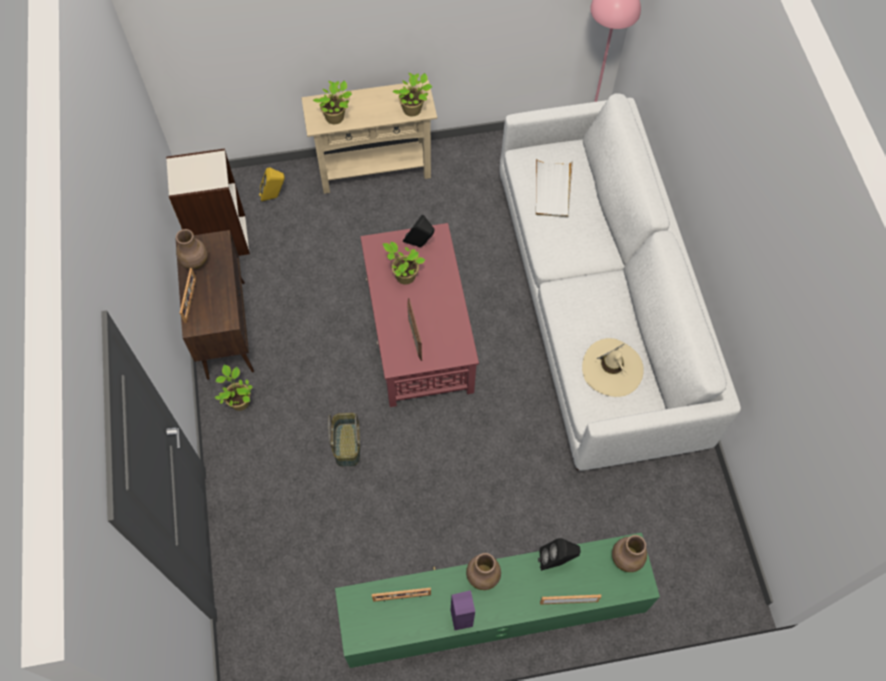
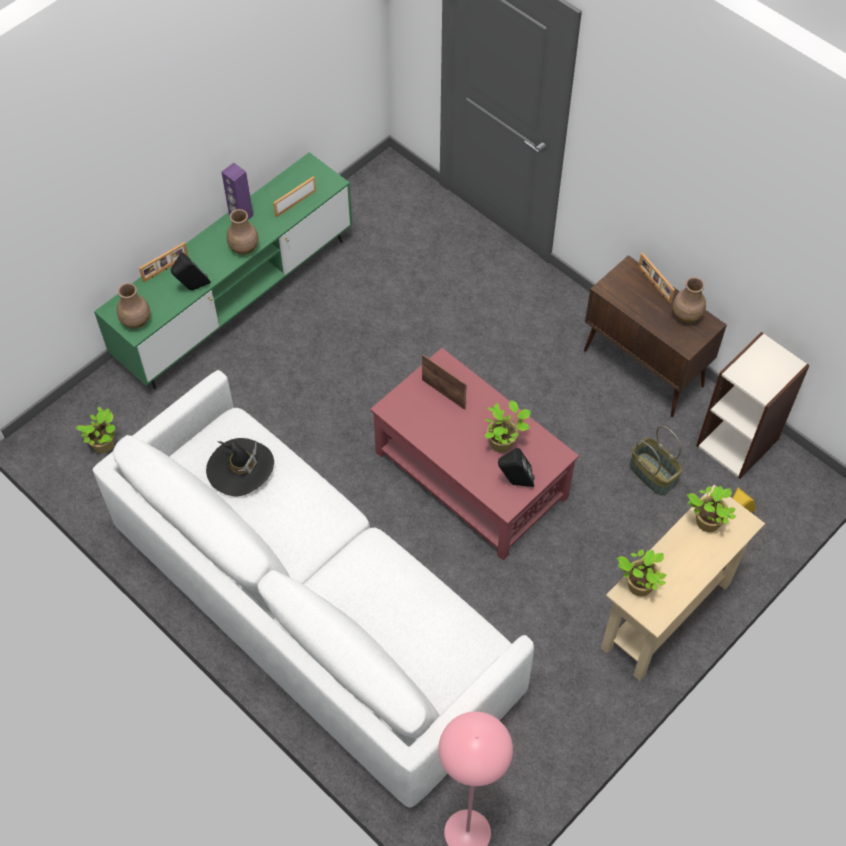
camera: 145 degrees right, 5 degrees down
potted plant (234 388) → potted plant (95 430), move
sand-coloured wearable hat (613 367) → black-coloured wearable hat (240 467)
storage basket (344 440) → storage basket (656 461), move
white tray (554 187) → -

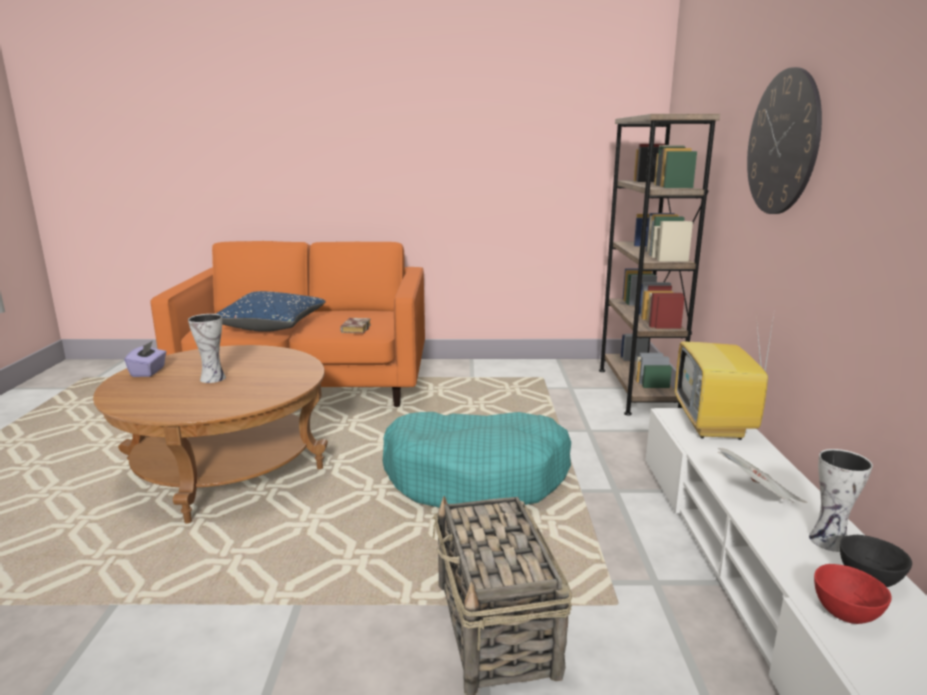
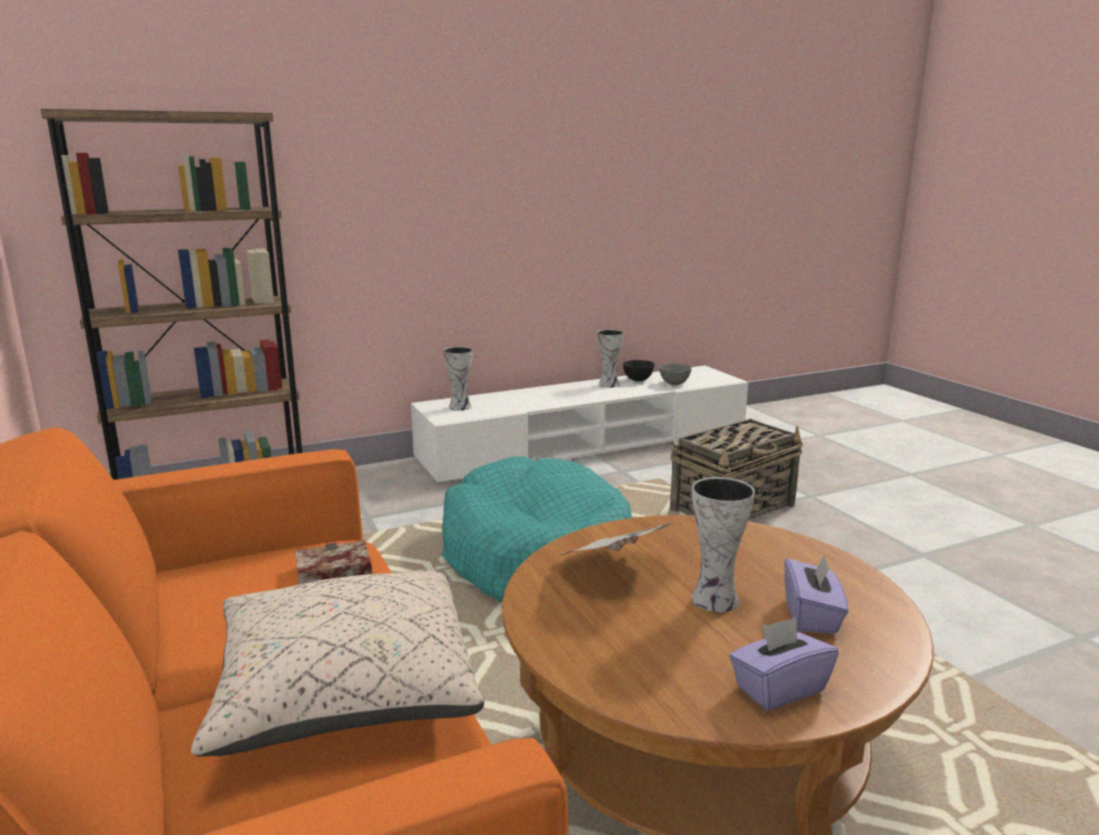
camera: 115 degrees left, 0 degrees up
blue-coloured pillow (270 311) → sand-coloured pillow (337 664)
TV set (724 377) → flower vase (458 379)
daily paper (762 475) → daily paper (617 539), move
red serving bowl (853 594) → grey serving bowl (675 374)
- → purple-coloured tissue holder (816 594)
hanging clock (784 140) → -

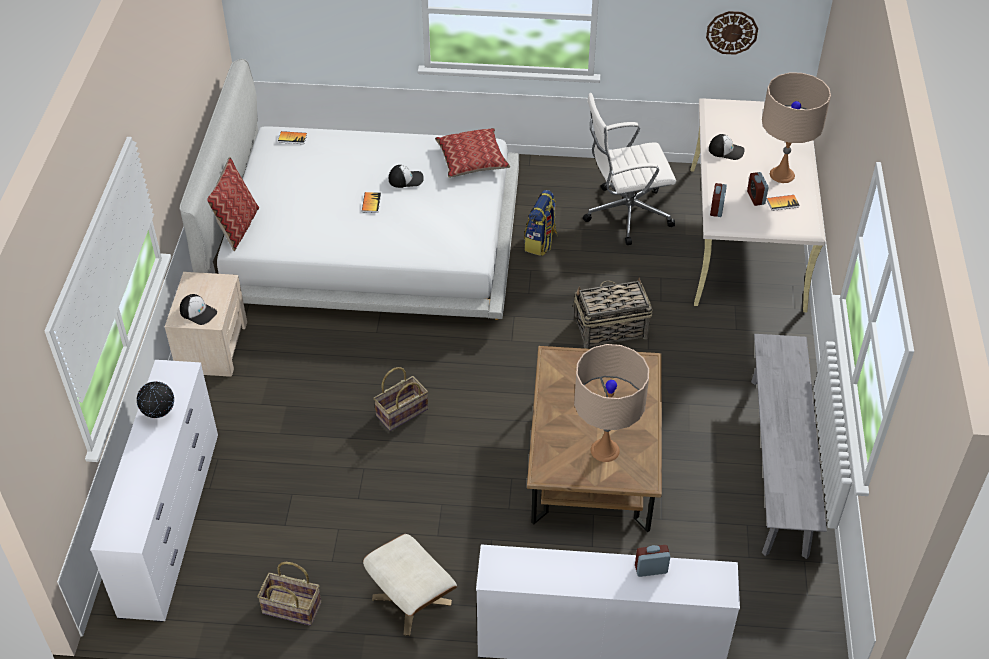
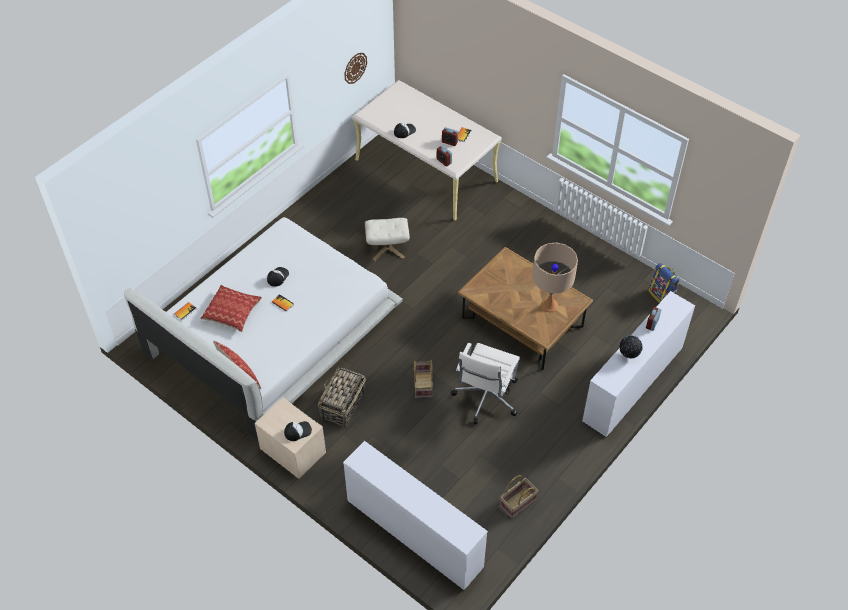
camera: 55 degrees left, 5 degrees up
pillow (472 153) → pillow (231 308), move
storage basket (613 313) → storage basket (342 397), move
sand-coloured pouffe (410 585) → sand-coloured pouffe (387 239), move
white computer chair (629 169) → white computer chair (485 383), move
world globe (155 399) → world globe (631 347), move
backpack (541 223) → backpack (664 283), move
grey long seat (789 446) → -
sand-coloured lamp for a table (796 127) → -

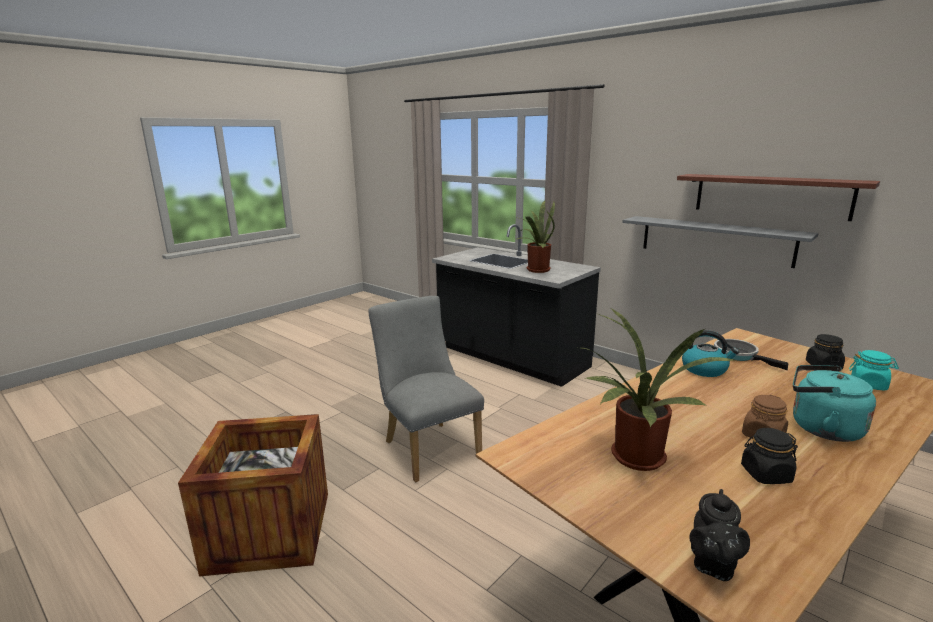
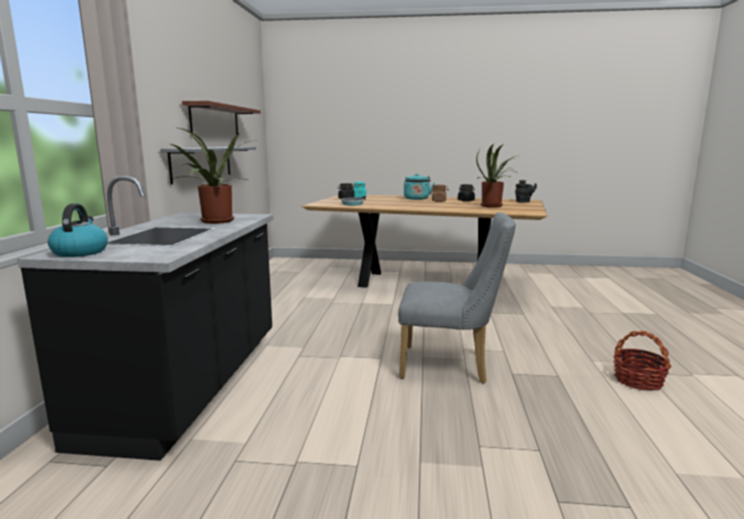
camera: 125 degrees left, 5 degrees down
tea kettle (710 353) → tea kettle (78 230), move
grey upright chair (426 389) → grey upright chair (457 297), 105 degrees counterclockwise
crate (253 495) → storage basket (642 361)

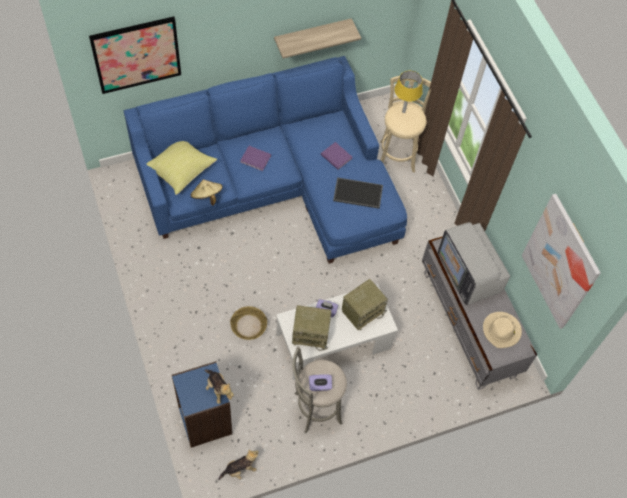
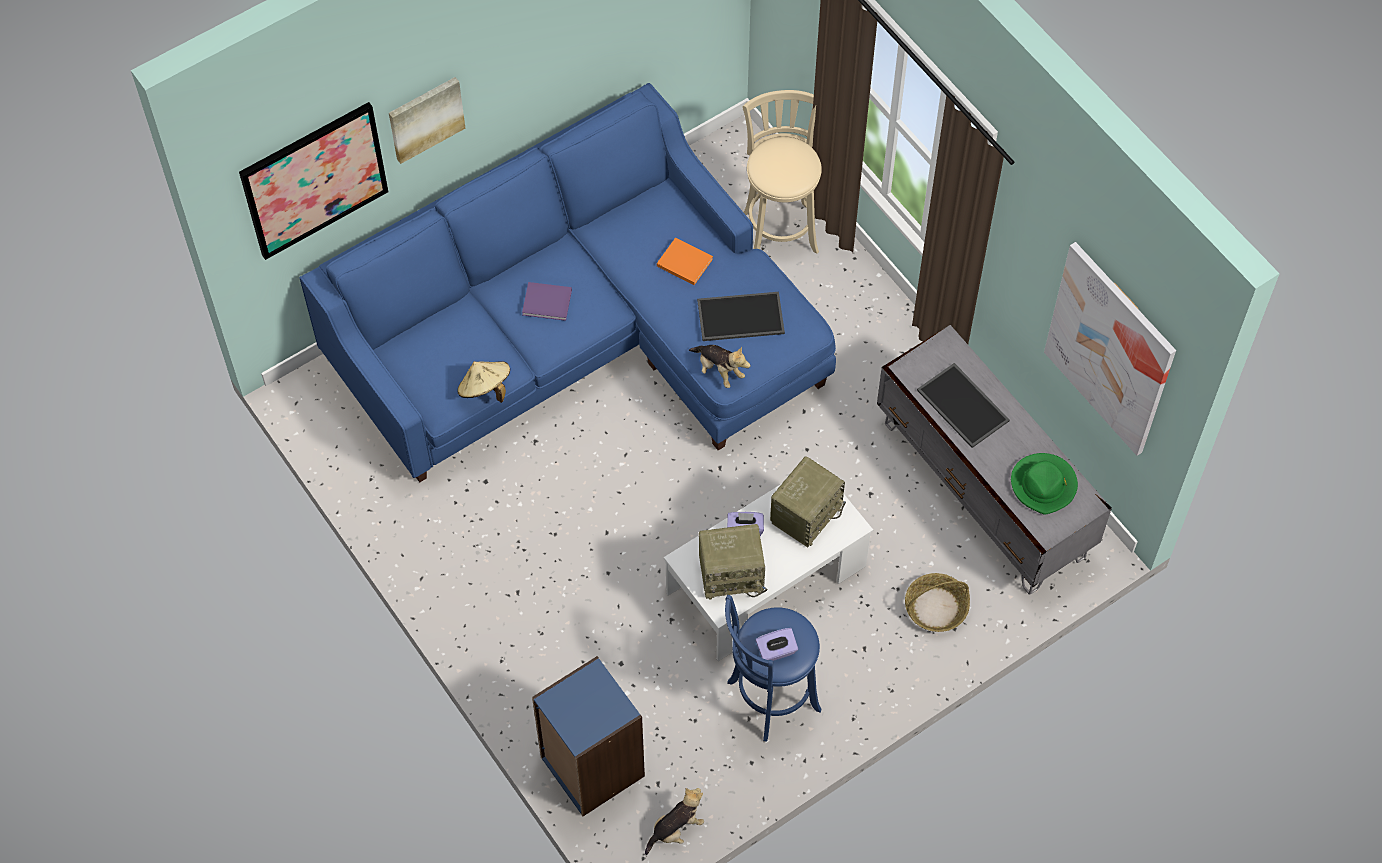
camera: 10 degrees left, 0 degrees up
- → picture (427 120)
purple-coloured volume (336 156) → orange-coloured volume (685 261)
cuddly toy (219 386) → cuddly toy (719 366), move
grey sitting stool (319 390) → blue-coloured sitting stool (773 668)
storage basket (248 323) → storage basket (937 602), move
TV set (474 263) → tray (963 405)
sand-coloured wearable hat (502 330) → greenish wearable hat (1044 484)
yellowish pillow (182 168) → -
shelf (317 38) → -
yellowish lamp for a table (408 92) → -

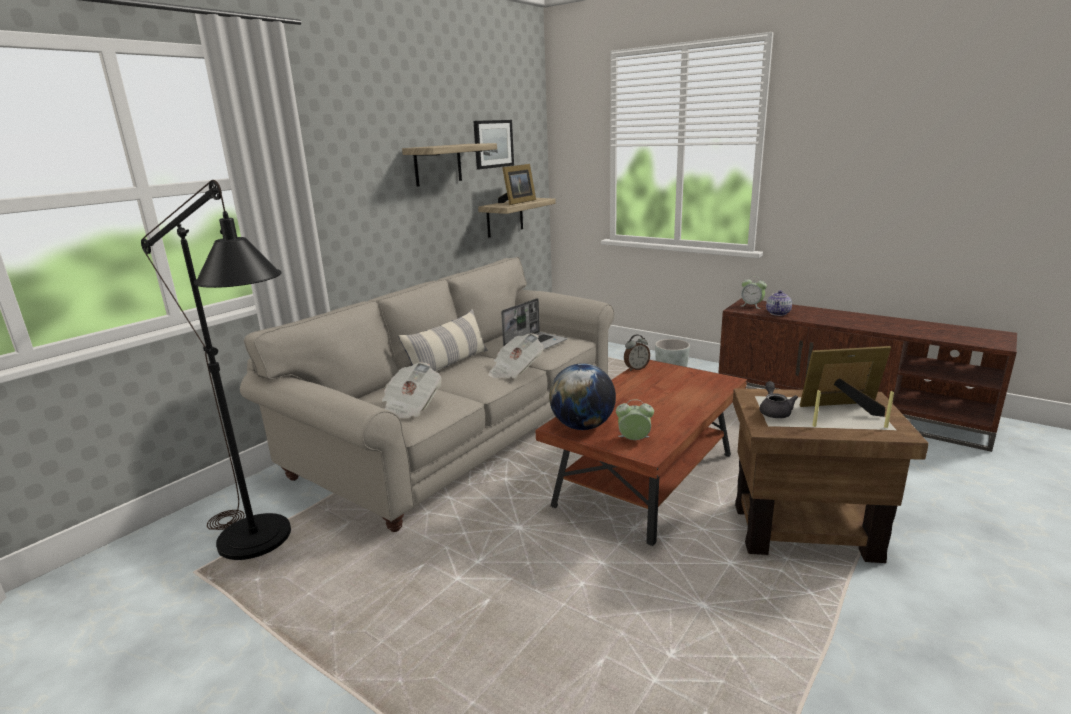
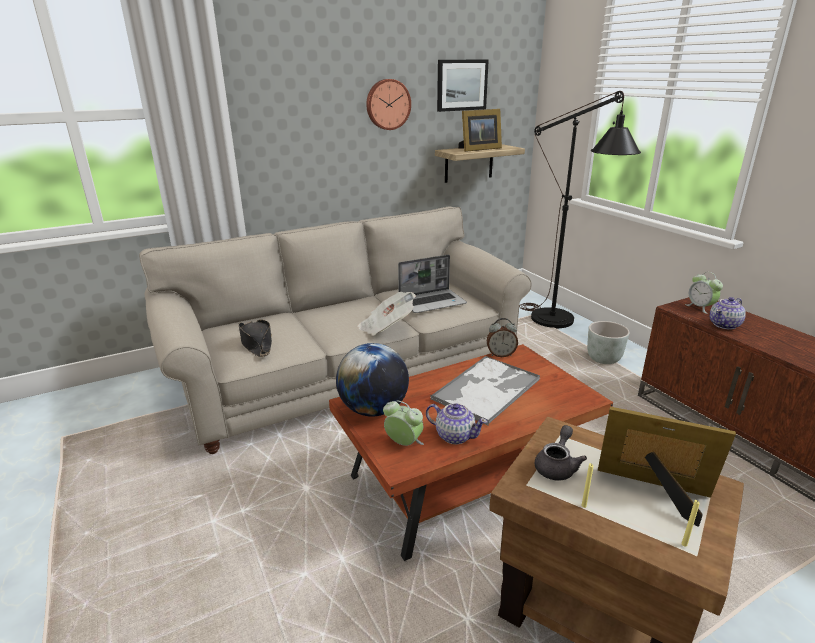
camera: 25 degrees right, 5 degrees up
daily paper (412 390) → black-coloured wearable hat (255 338)
shelf (449 165) → hanging clock (388 104)
- → pot for tea (457 423)
- → tray (485 391)
black-coloured standard lamp (216 370) → black-coloured standard lamp (580 209), move
pillow (443 340) → -

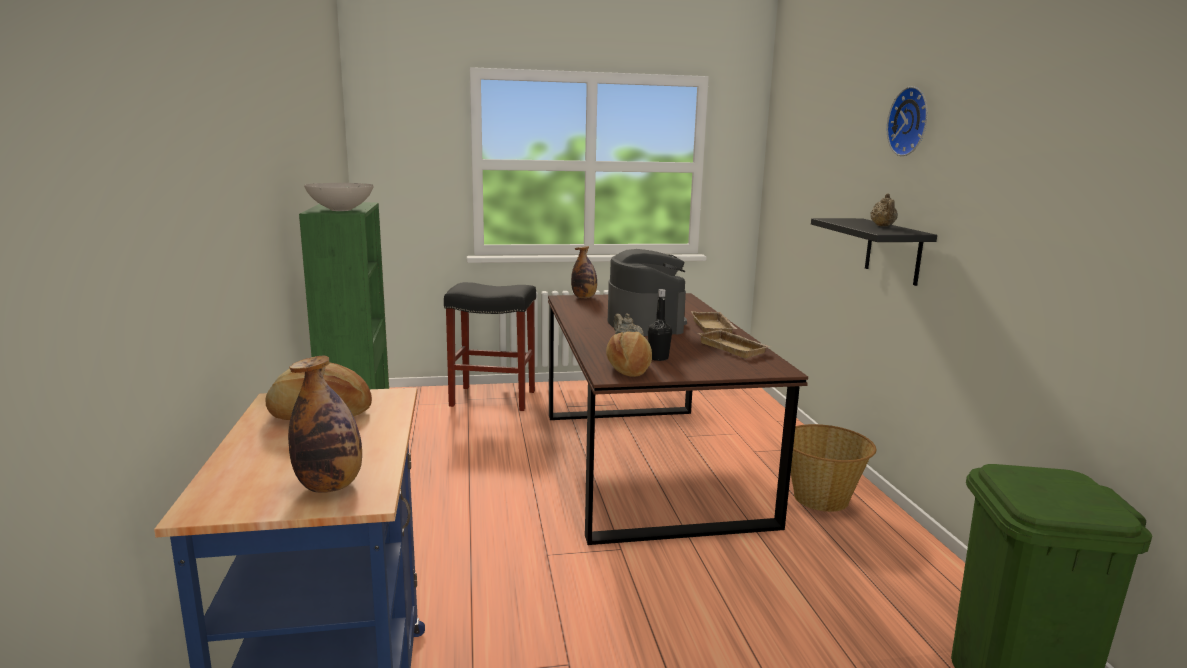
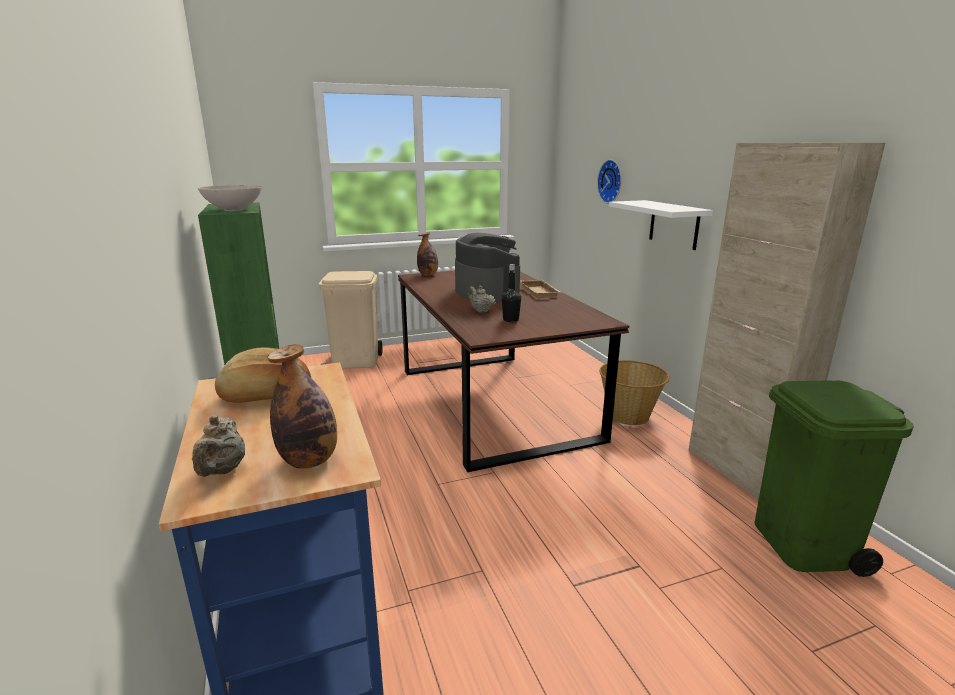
camera: 10 degrees left, 5 degrees up
sand-coloured pot for tea (884 210) → sand-coloured pot for tea (218 446), move
black-coloured sitting stool (490 346) → sand-coloured waste bin (350 320)
hanging clock (907 121) → hanging clock (609 182), move
black-coloured shelf (874 252) → white shelf (661 225)
- → sand-coloured cabinet (786 321)
baked bread (629 354) → -
sand-coloured tray (734 344) → -

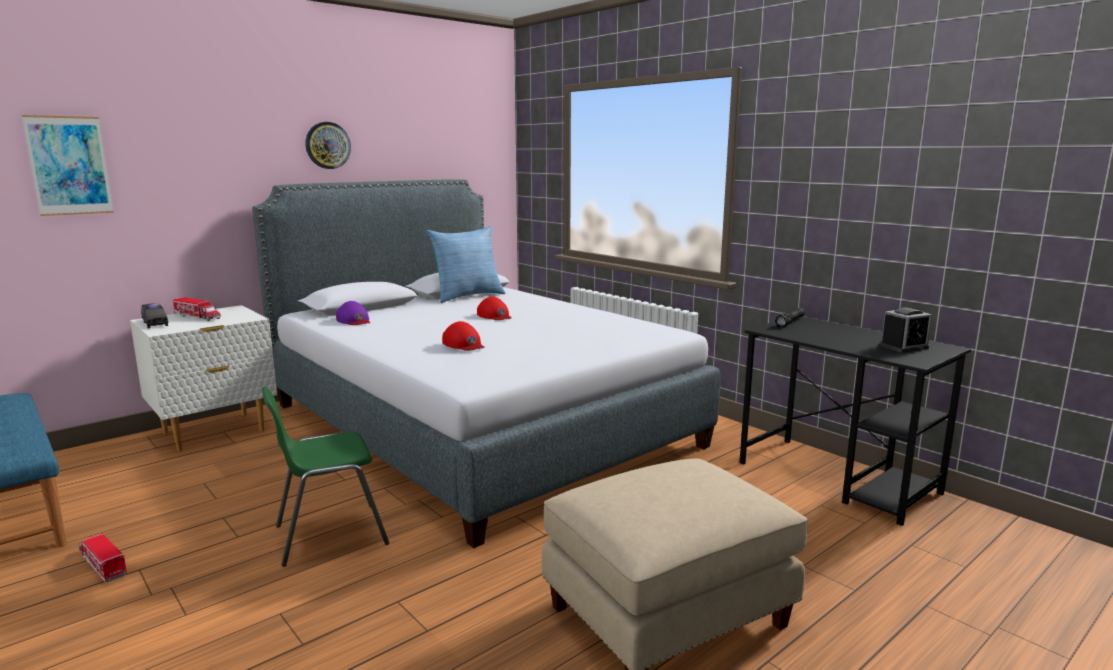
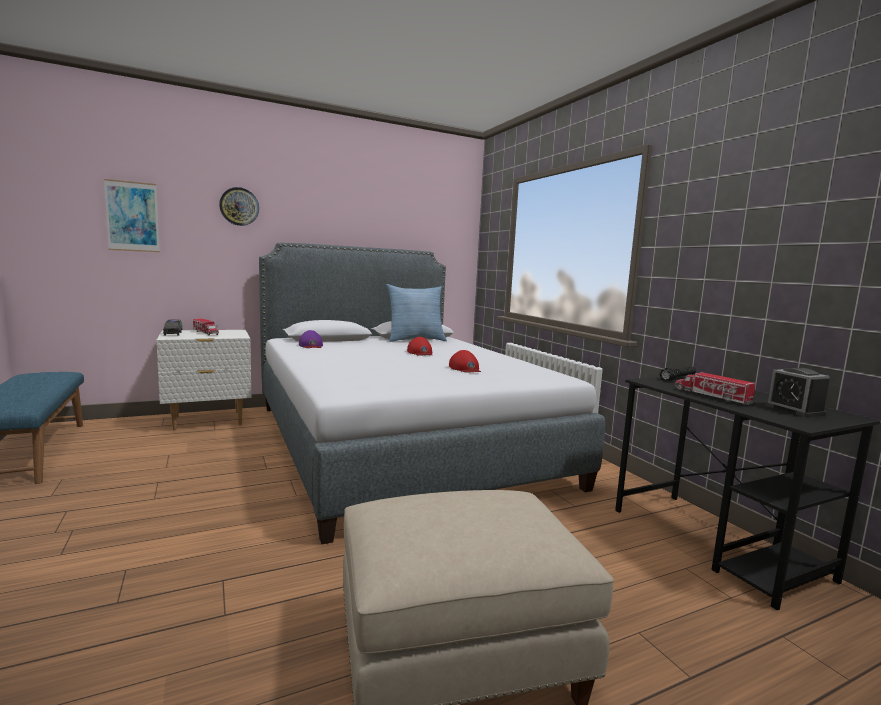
camera: 15 degrees right, 5 degrees down
hanging clock (328 145) → hanging clock (239 206), move
red baseball cap (463 336) → red baseball cap (465 361), move
toy truck (103 557) → toy truck (715 388), move
bedside clock (905 330) → bedside clock (797 392), 75 degrees clockwise
greenish upright chair (325 476) → -

